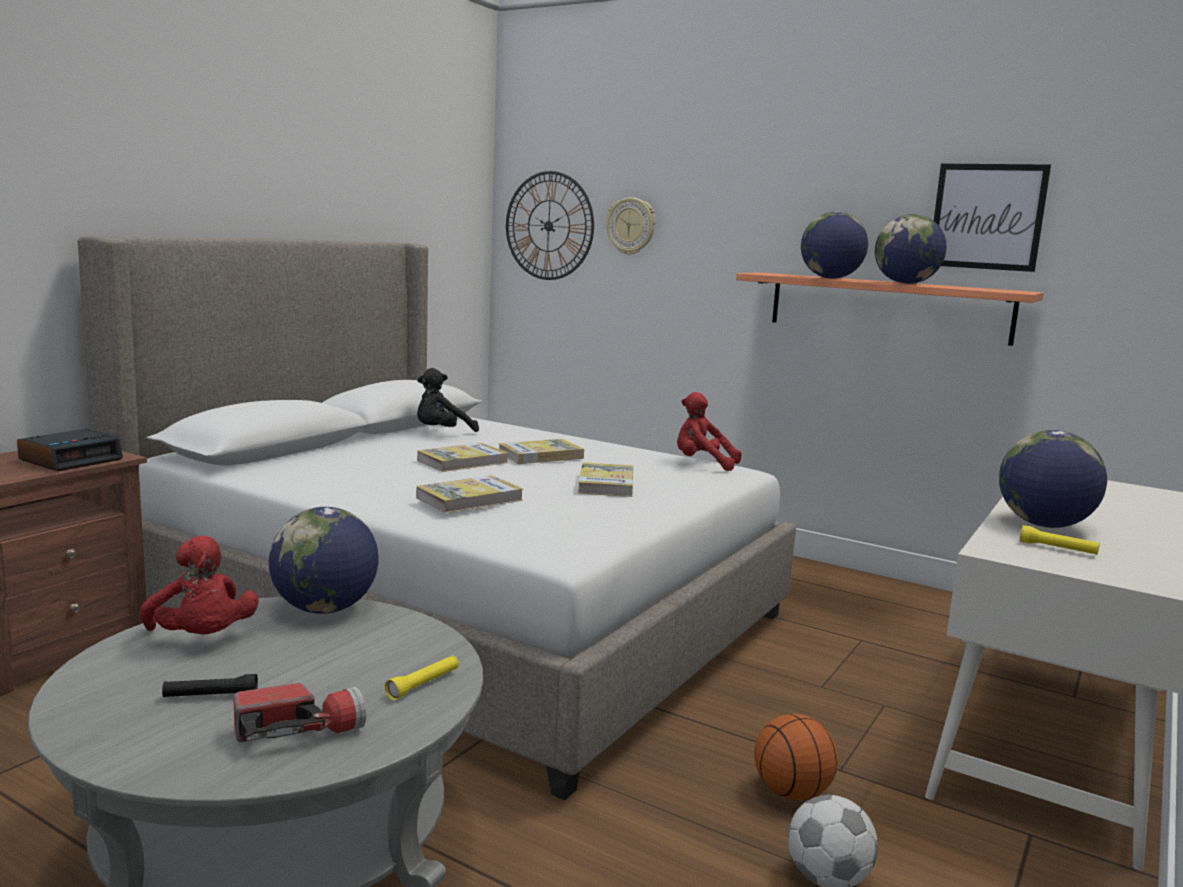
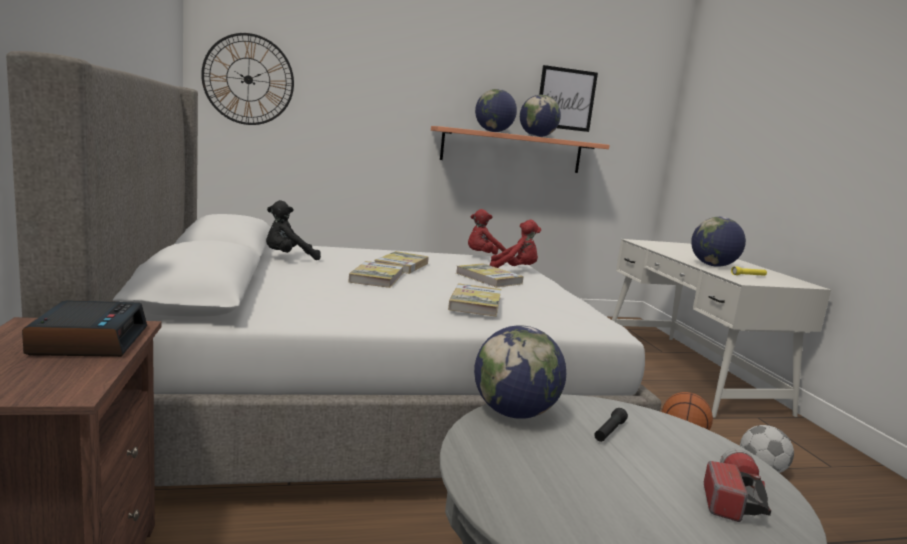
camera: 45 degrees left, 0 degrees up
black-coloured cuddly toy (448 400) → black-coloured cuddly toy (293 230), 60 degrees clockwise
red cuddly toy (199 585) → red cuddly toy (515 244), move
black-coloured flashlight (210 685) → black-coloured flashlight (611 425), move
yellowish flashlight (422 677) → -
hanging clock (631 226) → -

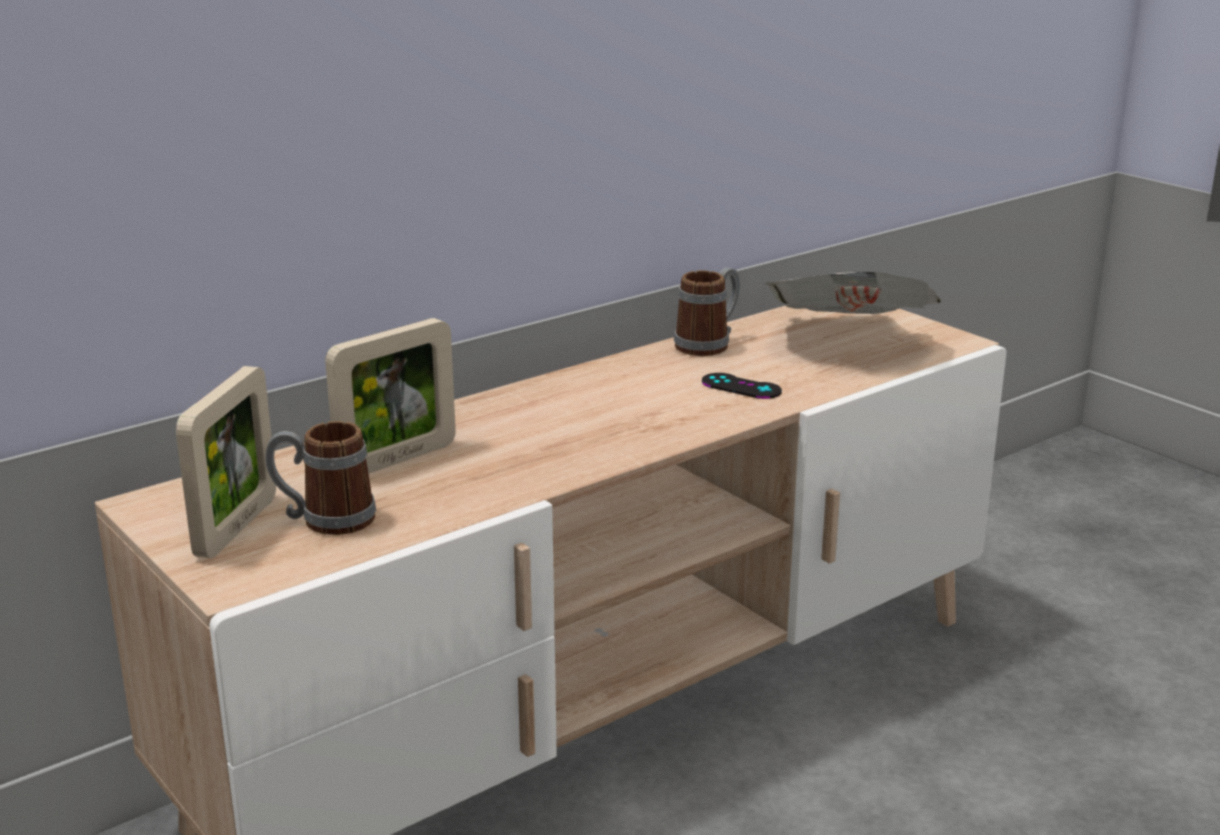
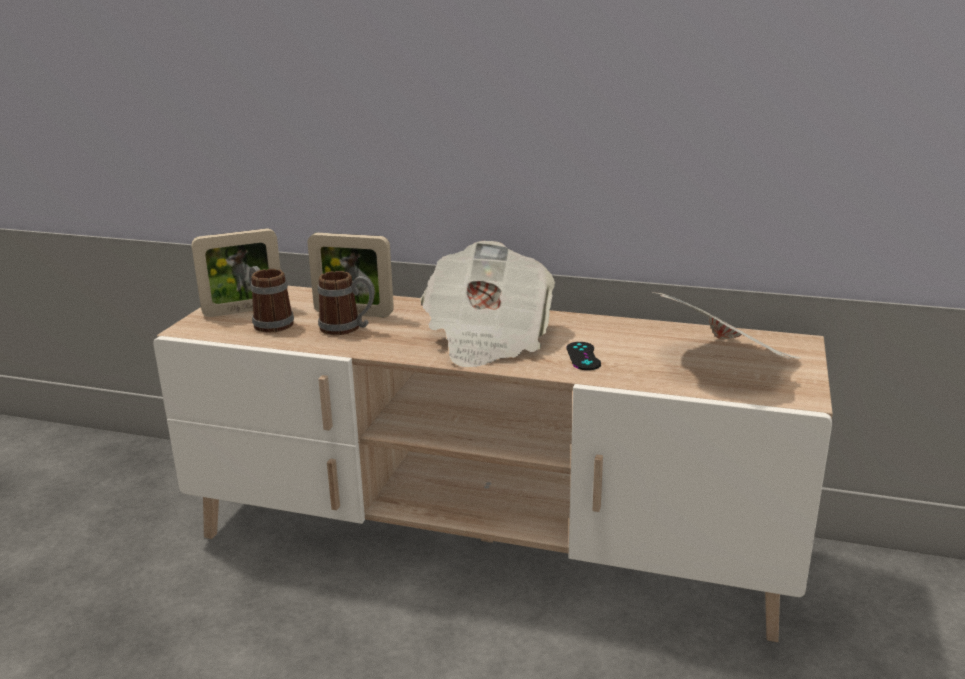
camera: 55 degrees right, 0 degrees up
mug (707 311) → mug (346 303), move
- → daily paper (487 304)

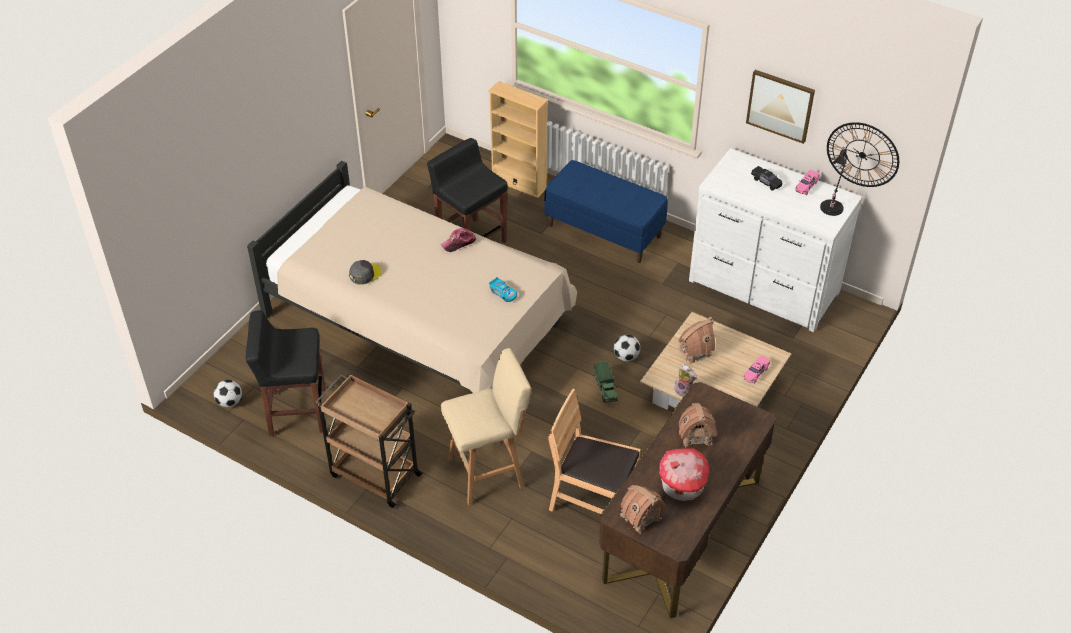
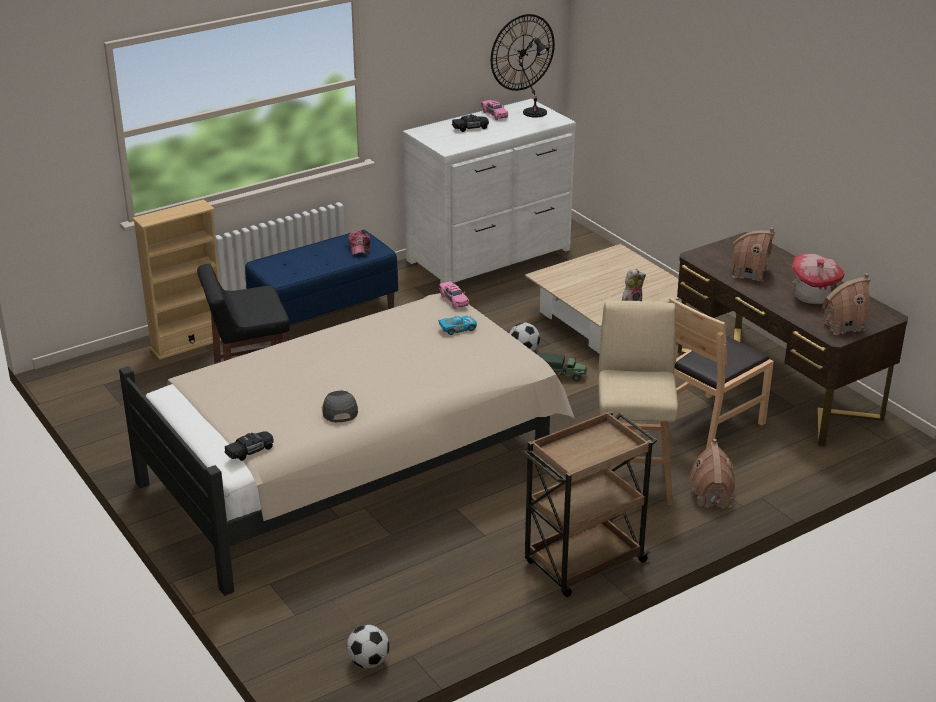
camera: 65 degrees left, 15 degrees down
- → black-coloured miniature car (249 446)
baseball cap (458 240) → baseball cap (359 242), move
pink miniature car (756 370) → pink miniature car (454 295), move
miniature house (696 340) → miniature house (712 474), move
black-coloured sitting stool (286 373) → -
picture (780 107) → -

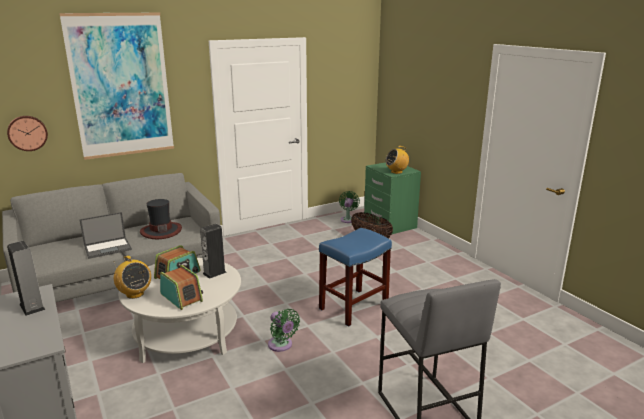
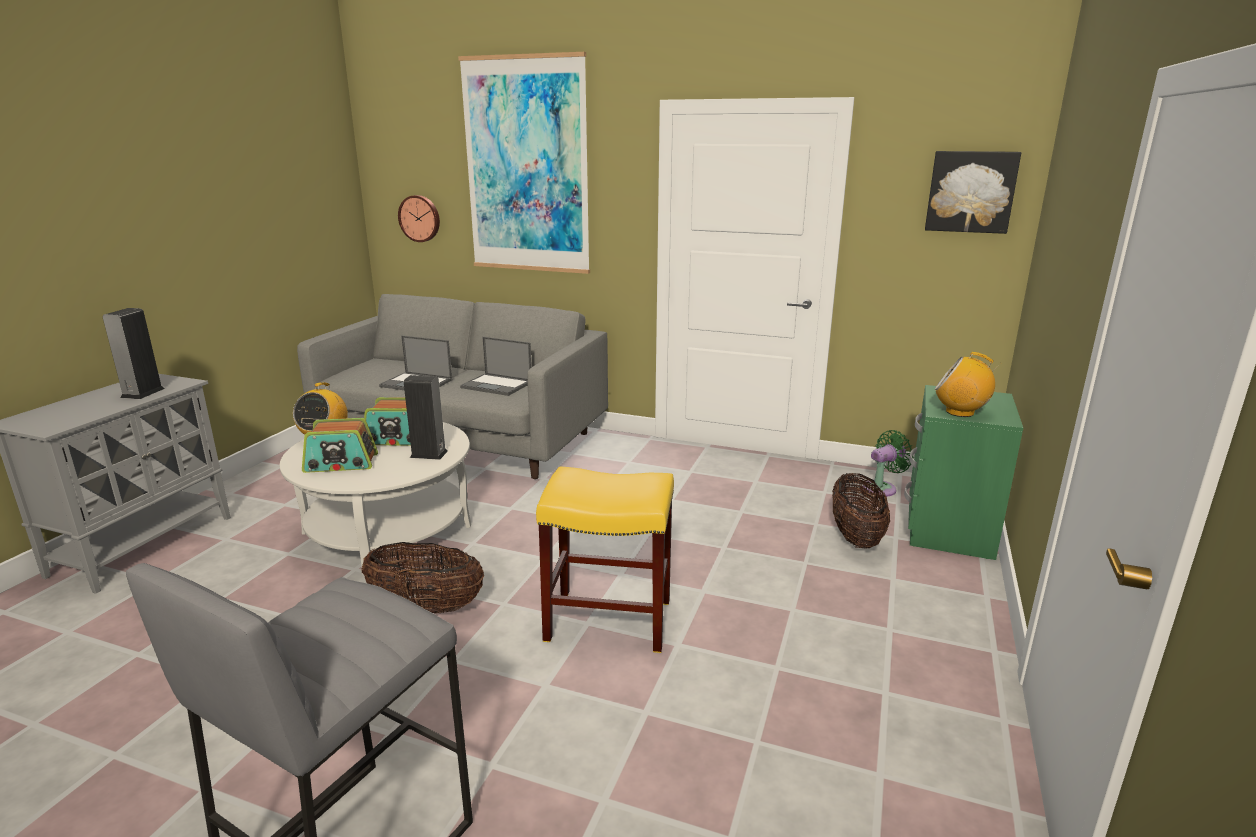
camera: 50 degrees right, 0 degrees up
radio (181 287) → radio (340 445), 75 degrees clockwise
greenish cooling fan (284 330) → storage basket (422 577)
wearable hat (161 219) → portable computer (496 366)
blue-coloured sitting stool (355 277) → yellowish sitting stool (605 559)
- → picture (973 192)

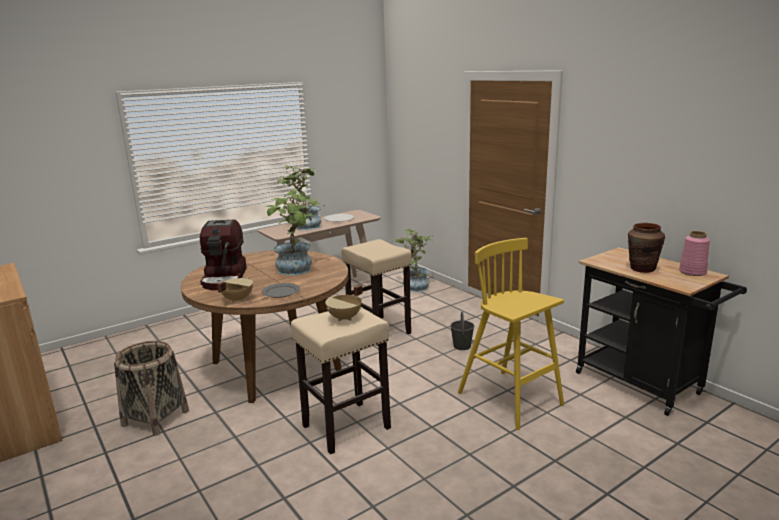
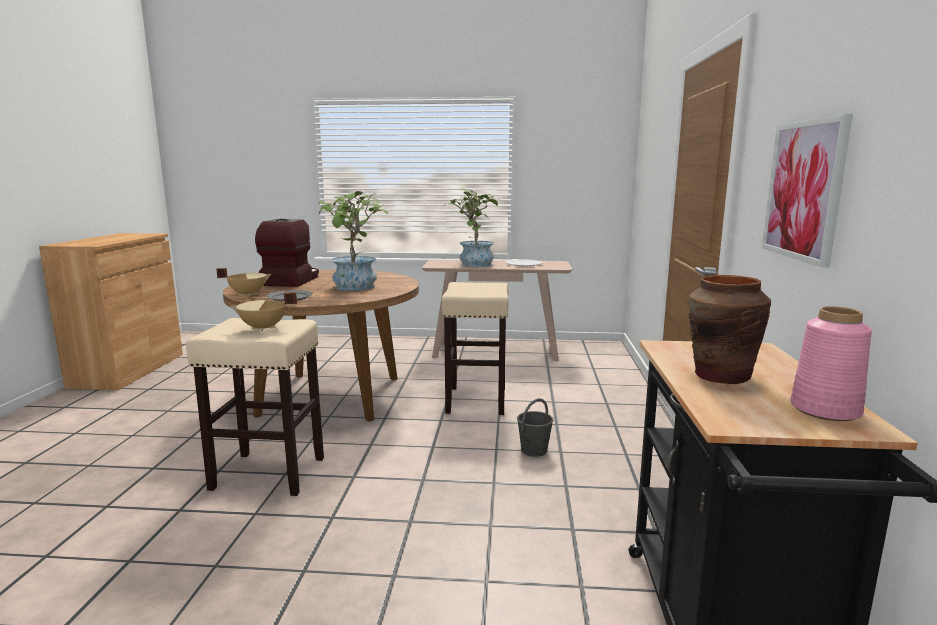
camera: 40 degrees right, 5 degrees down
coffee maker (223 254) → coffee maker (287 253), 150 degrees clockwise
- → picture (807 191)
storage basket (151 388) → -
potted plant (414 260) → -
yellowish sitting stool (511 334) → -

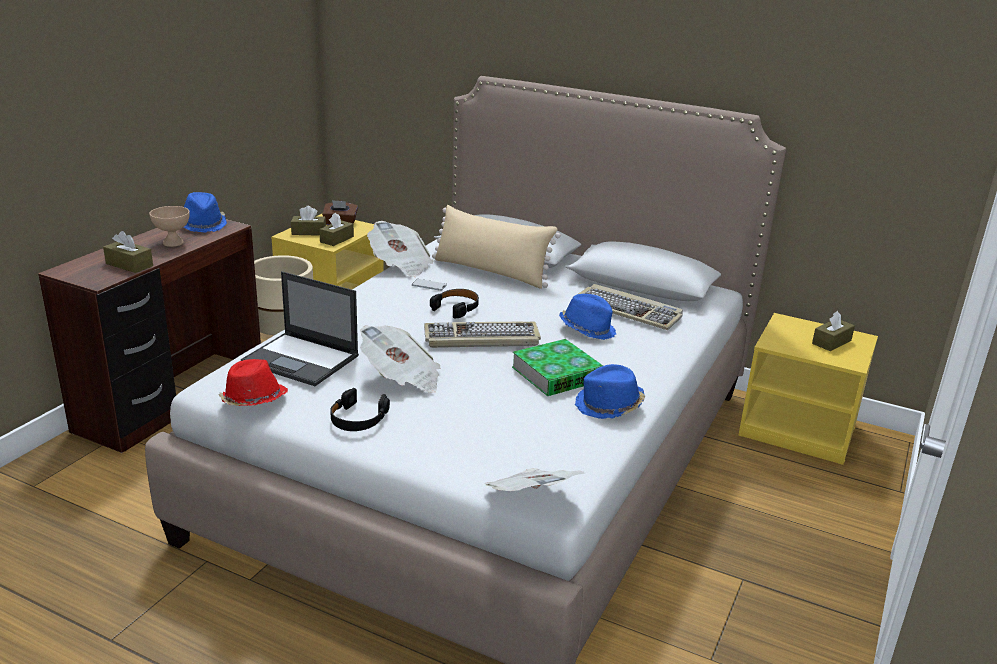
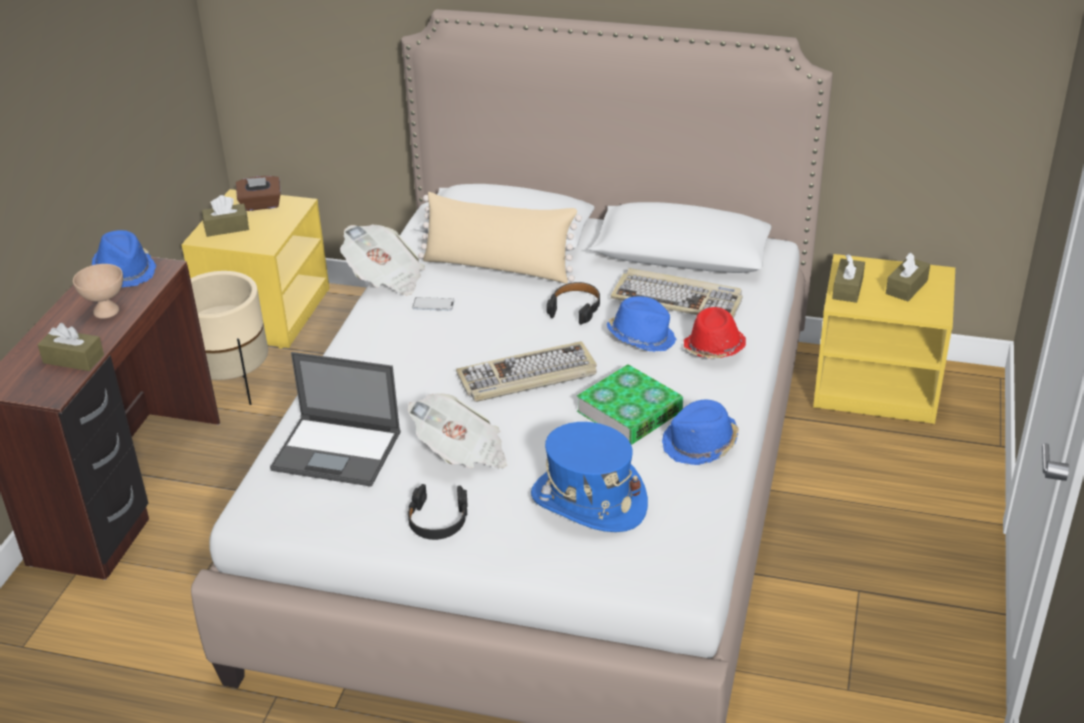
camera: 10 degrees left, 10 degrees up
- → blue-coloured wearable hat (589 477)
black-coloured headset (454 304) → black-coloured headset (573 303), move
red wearable hat (253 382) → red wearable hat (715 333), move
brown-coloured tissue holder (336 229) → brown-coloured tissue holder (848 278), move
daily paper (535 479) → -

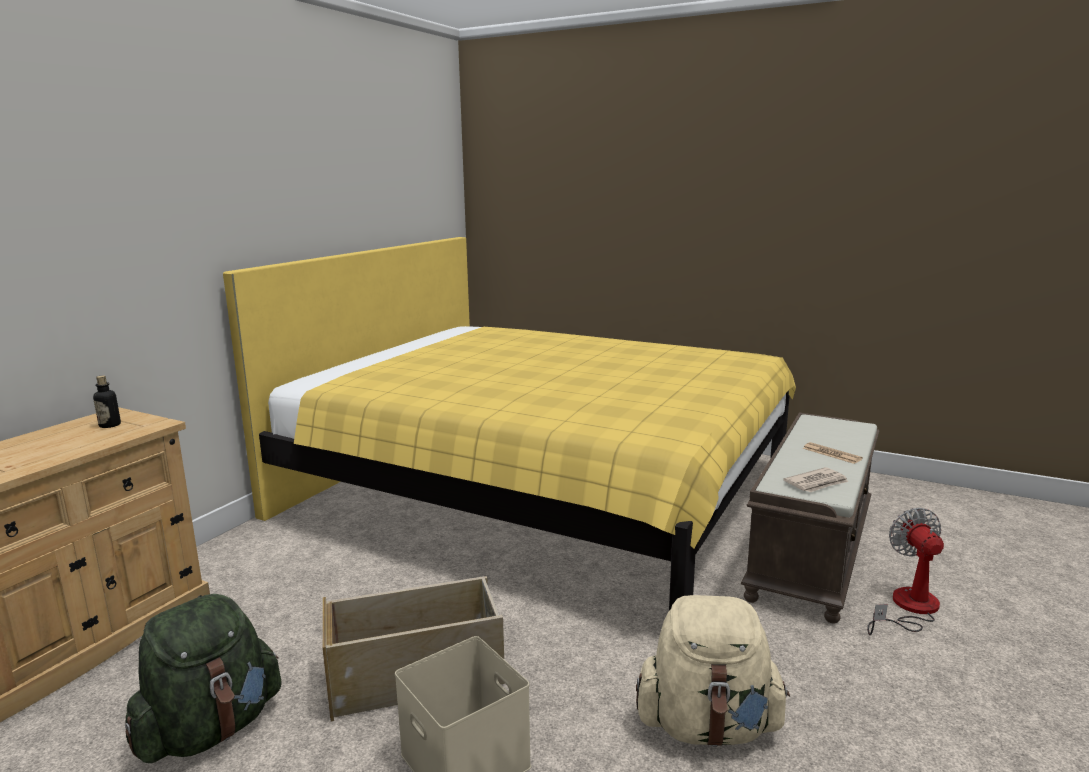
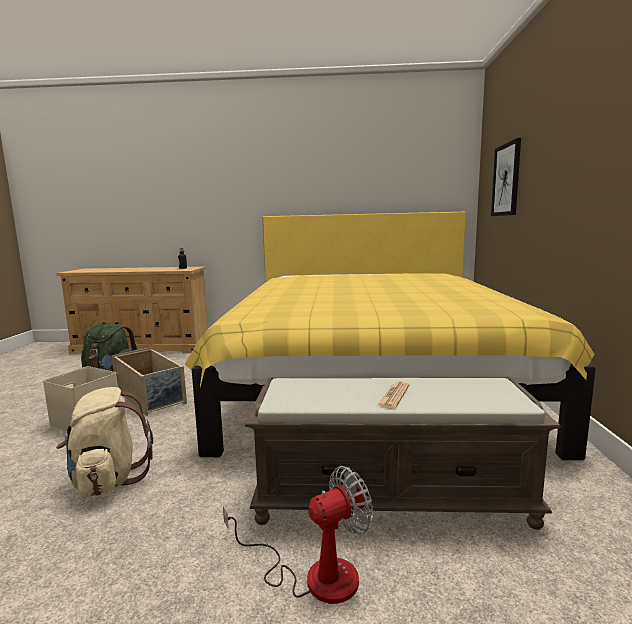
camera: 65 degrees right, 5 degrees down
- → picture (506 177)
daily paper (816 479) → -

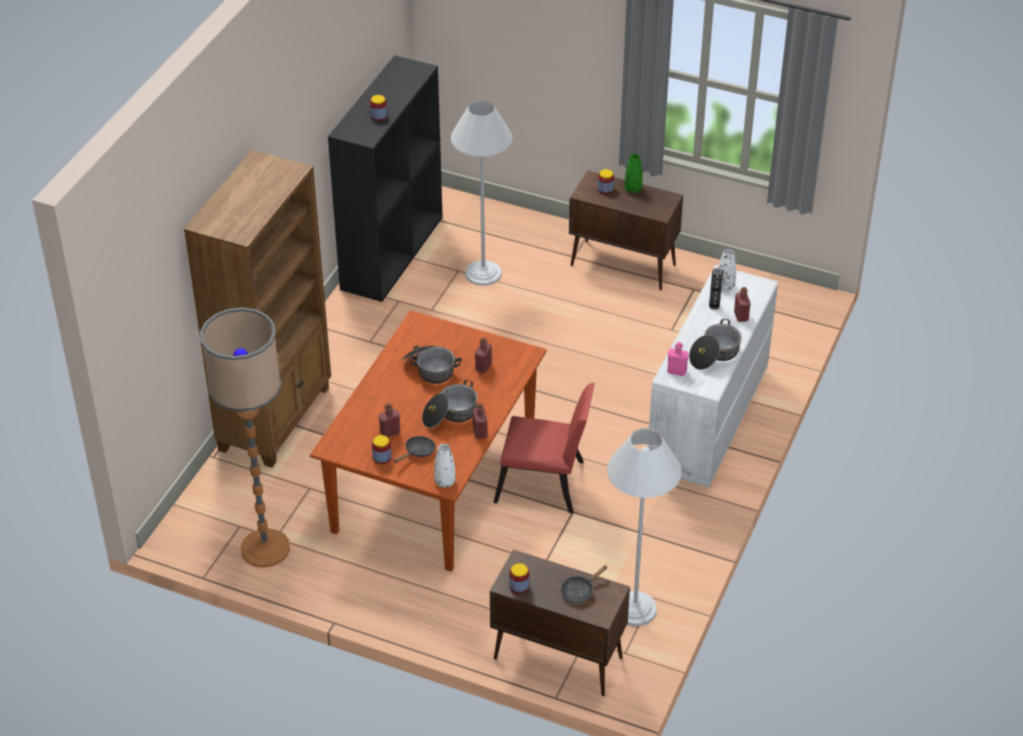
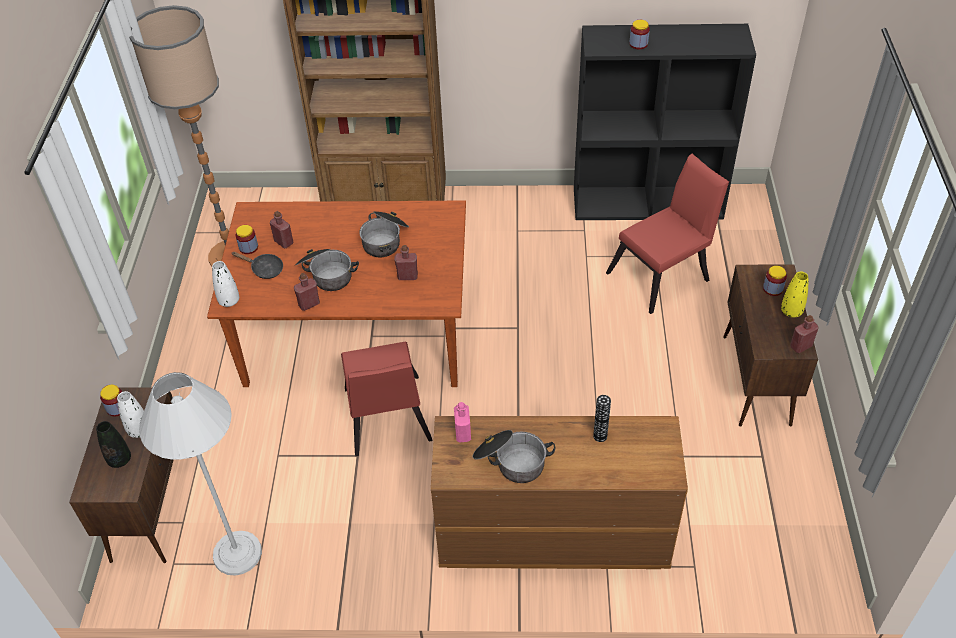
camera: 70 degrees right, 5 degrees up
black-coloured skillet (584 585) → black-coloured flower vase (113 444)
white flower vase (727 270) → white flower vase (130 414), move
white dresser (713 376) → brown-coloured dresser (559 492)
white standard lamp (481 193) → red upright chair (667 234)
greenish flower vase (633 173) → yellowish flower vase (794 295)
red beverage bottle (742 304) → red beverage bottle (804 334), move

